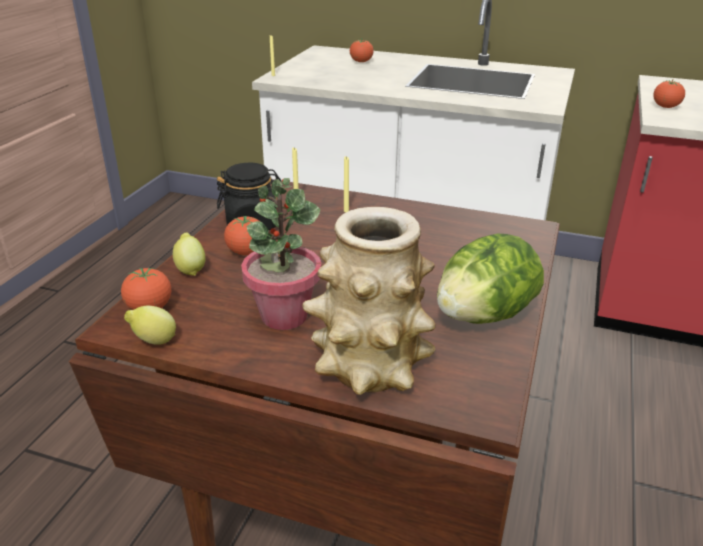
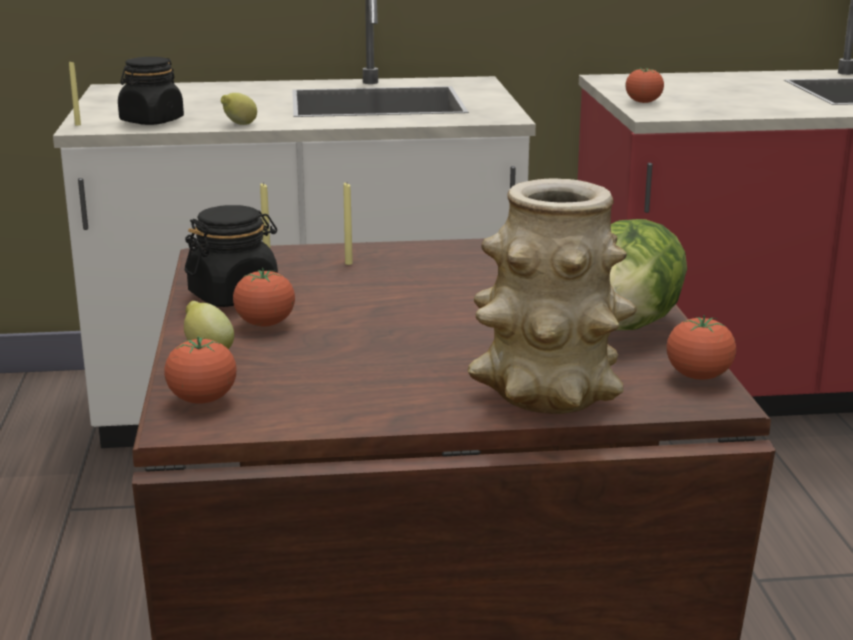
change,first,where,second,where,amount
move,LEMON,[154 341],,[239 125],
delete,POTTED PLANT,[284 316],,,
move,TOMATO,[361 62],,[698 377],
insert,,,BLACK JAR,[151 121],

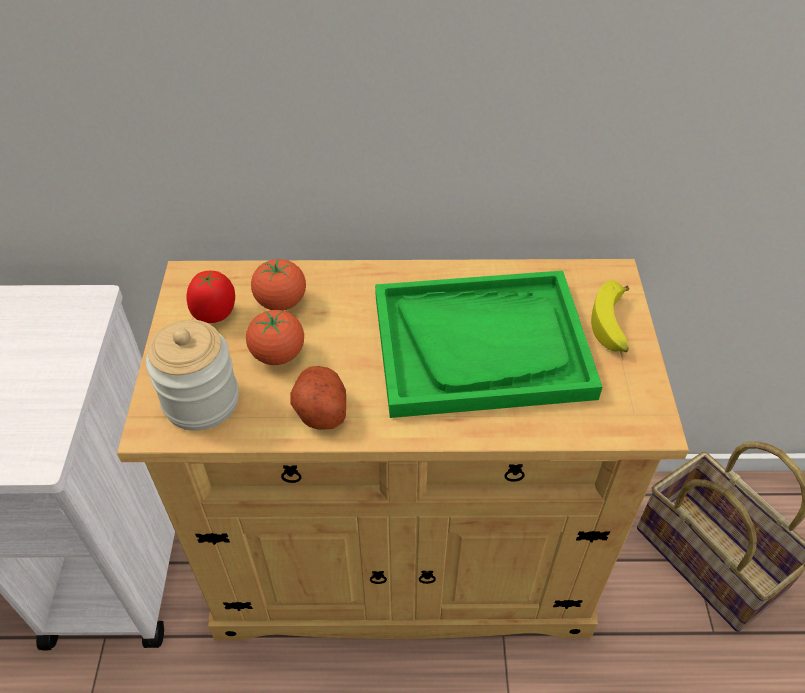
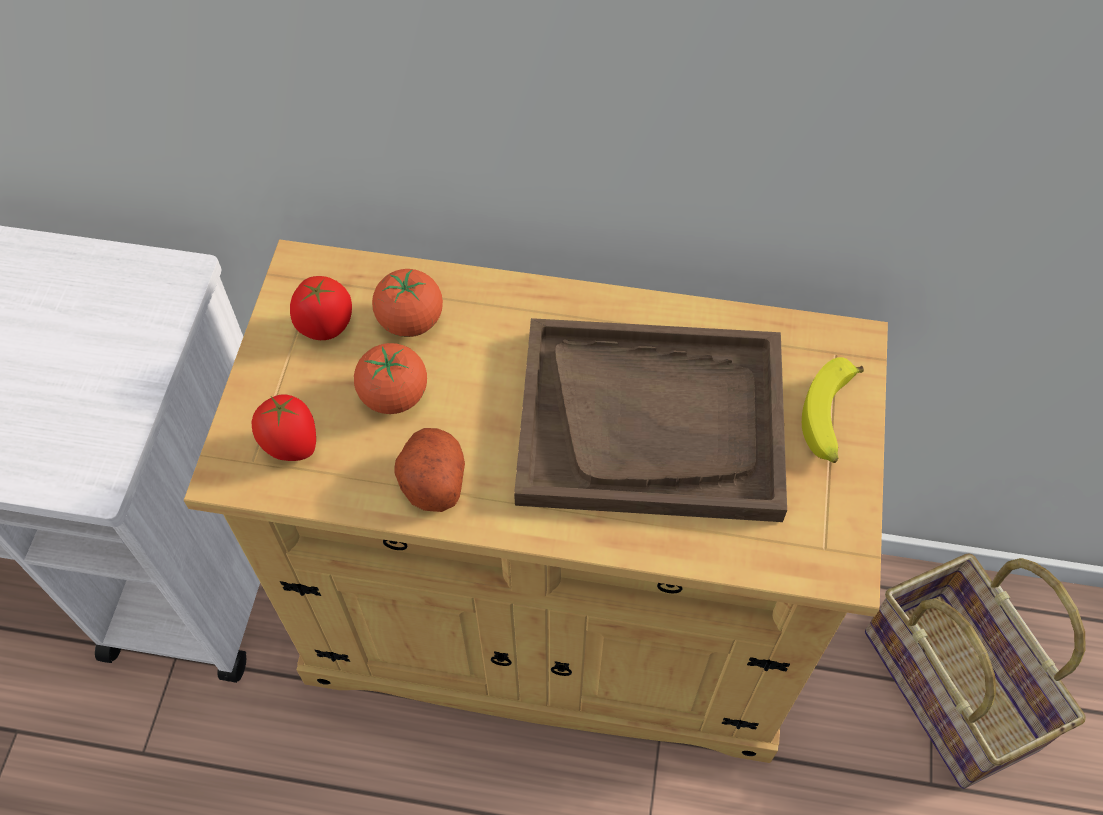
change,first,where,second,where,amount
replace,JAR,[201 401],TOMATO,[291 446],
recolor,GREEN TRAY,[481 345],BROWN TRAY,[652 422],

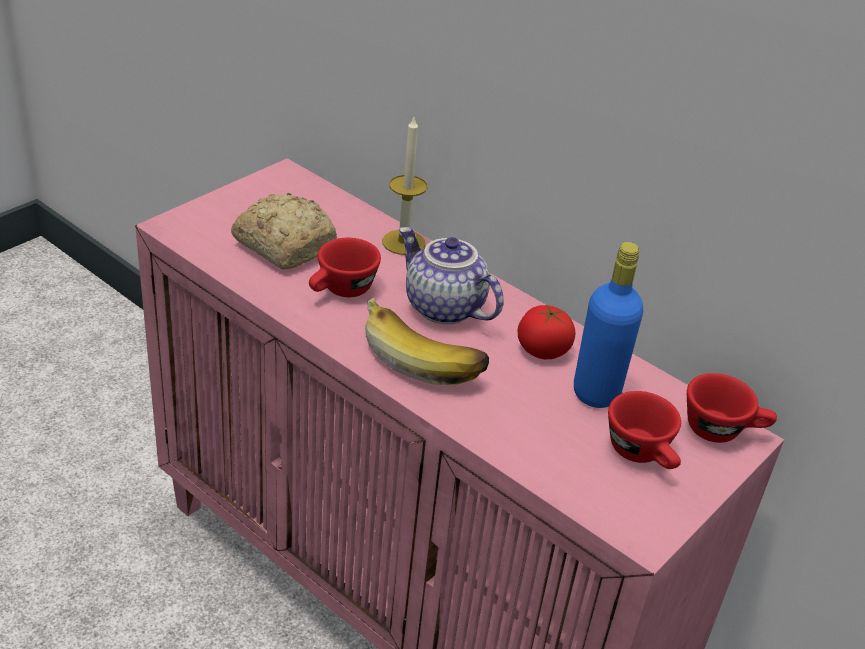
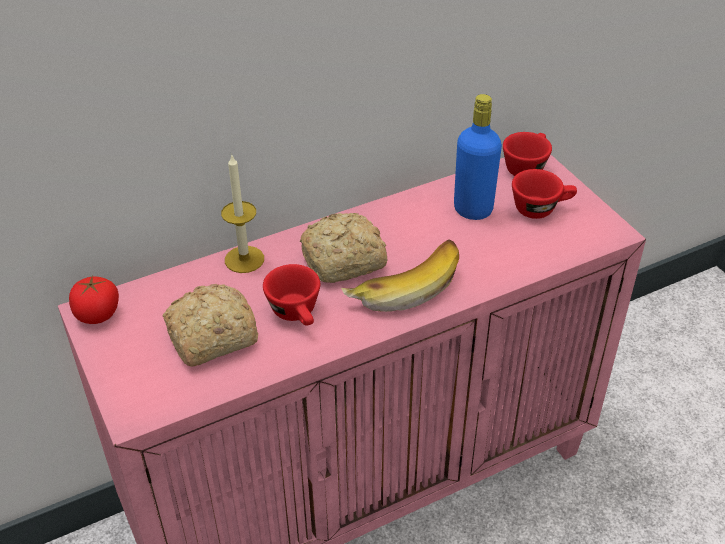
change,first,where,second,where,amount
replace,TEAPOT,[442 308],BREAD,[346 260],
move,TOMATO,[543 350],,[97 314],

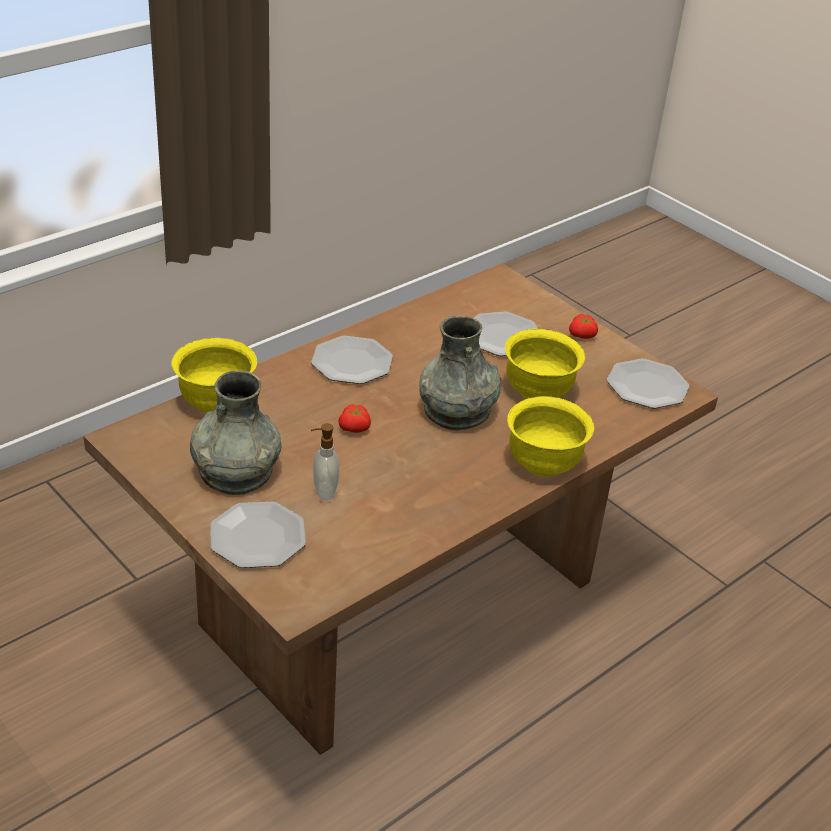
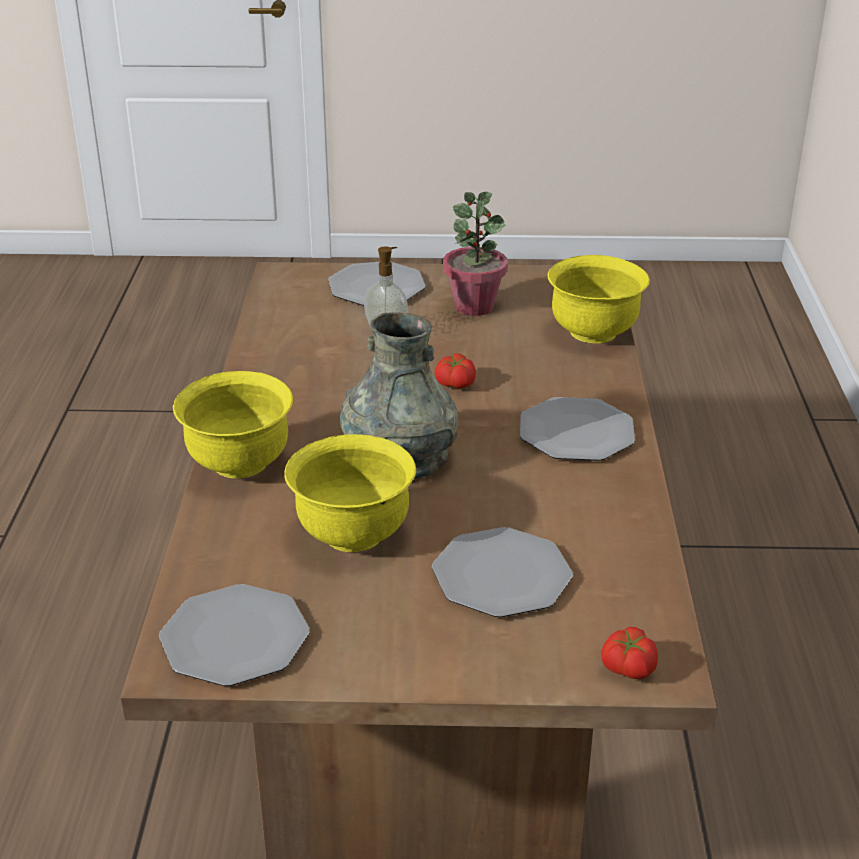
change,first,where,second,where,amount
replace,GREY VASE,[235 470],POTTED PLANT,[474 306],
move,TOMATO,[583 335],,[627 668],

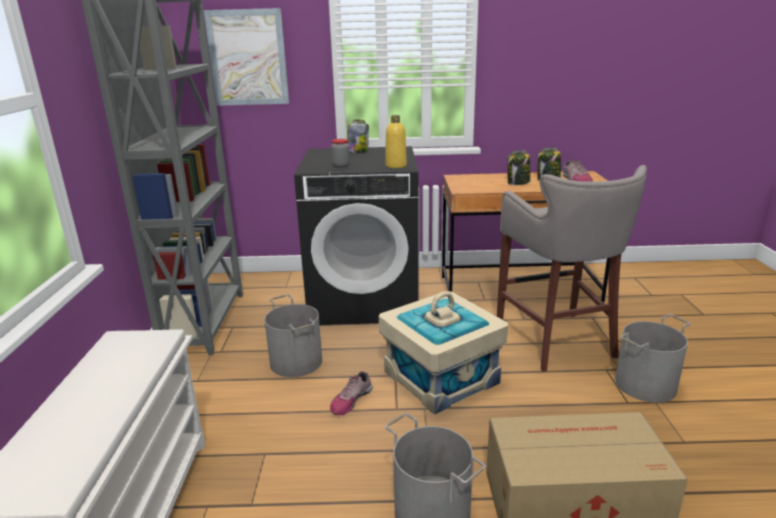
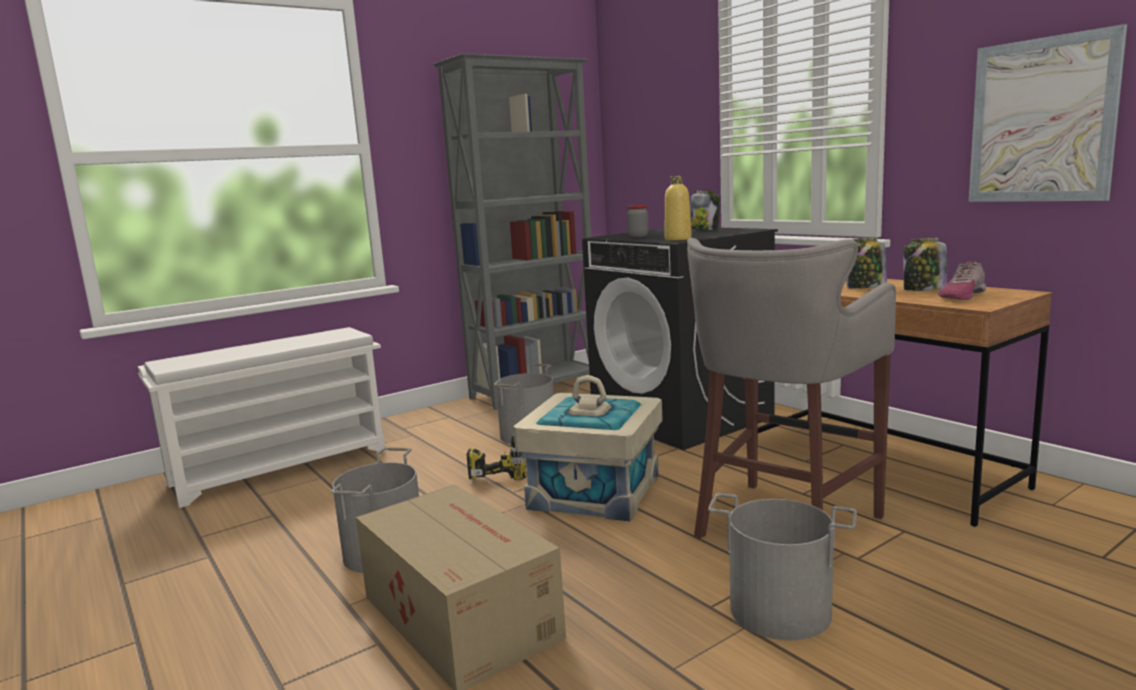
change,first,where,second,where,amount
move,PICTURE,[248 58],,[1042 121],
replace,SHOE,[351 400],POWER DRILL,[501 471],

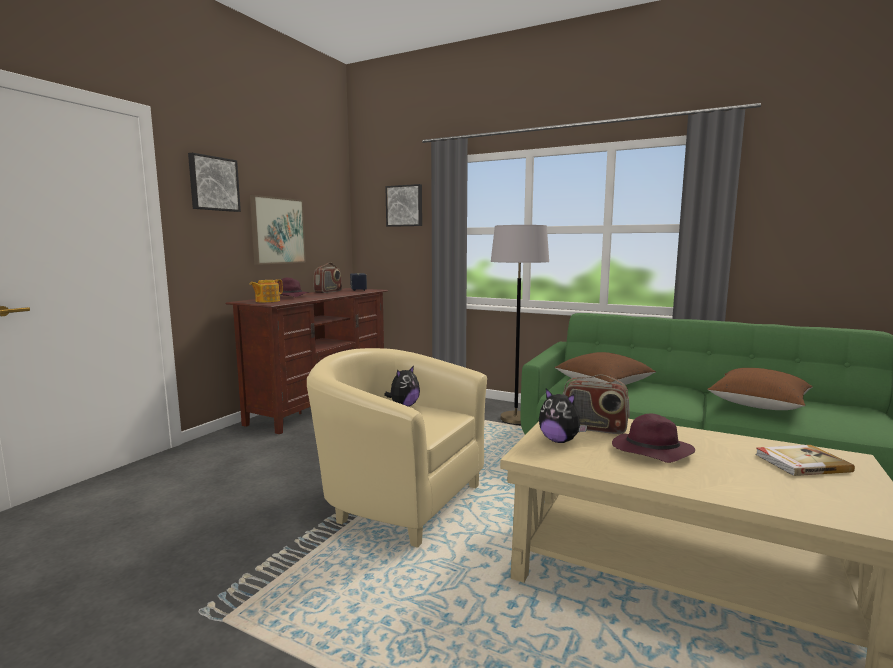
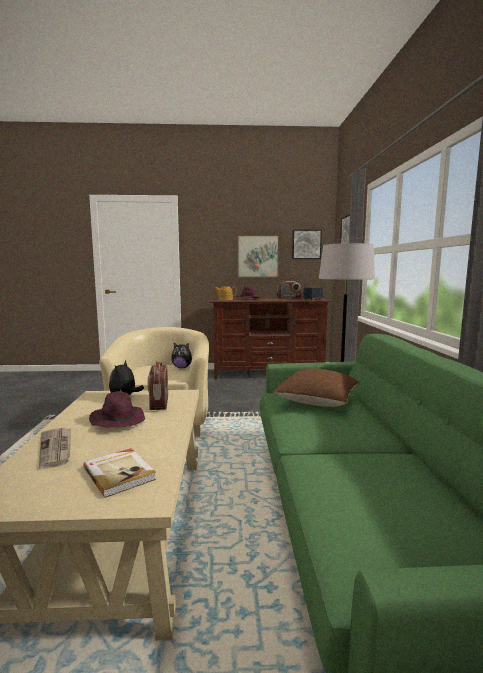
change,first,where,second,where,amount
move,PICTURE,[213 184],,[306 244],
delete,BROWN PILLOW,[758 405],,,
insert,,,NEWSPAPER,[56 448],

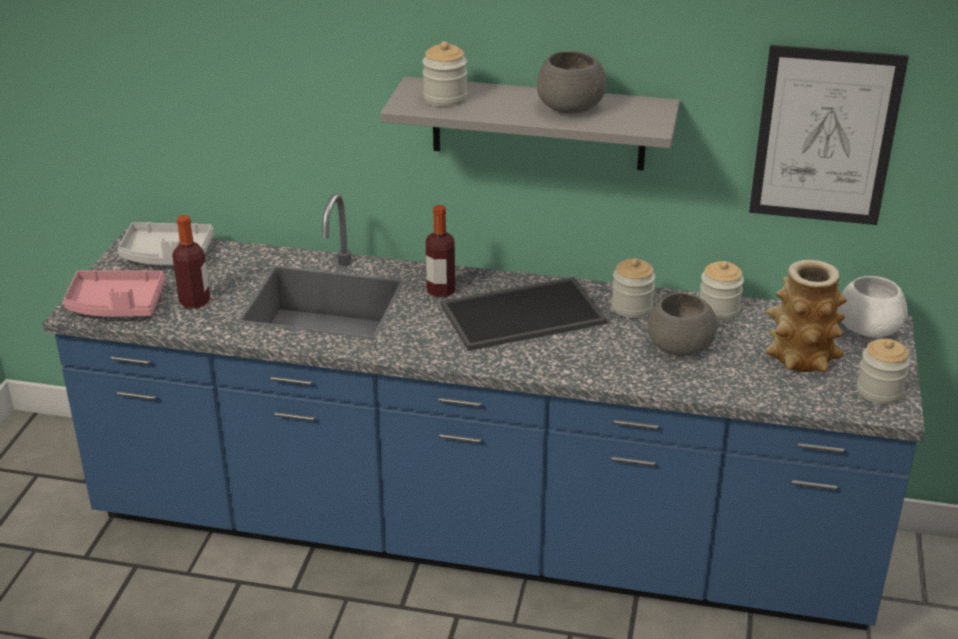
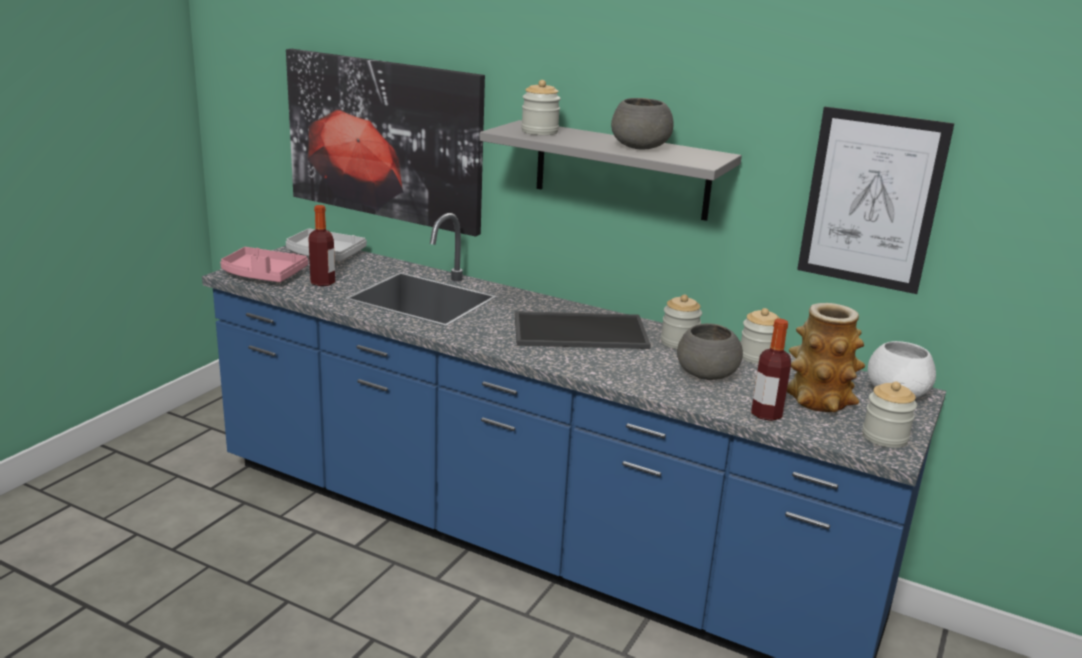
change,first,where,second,where,amount
move,BOTTLE,[441 291],,[766 414],
insert,,,PICTURE,[384 139],

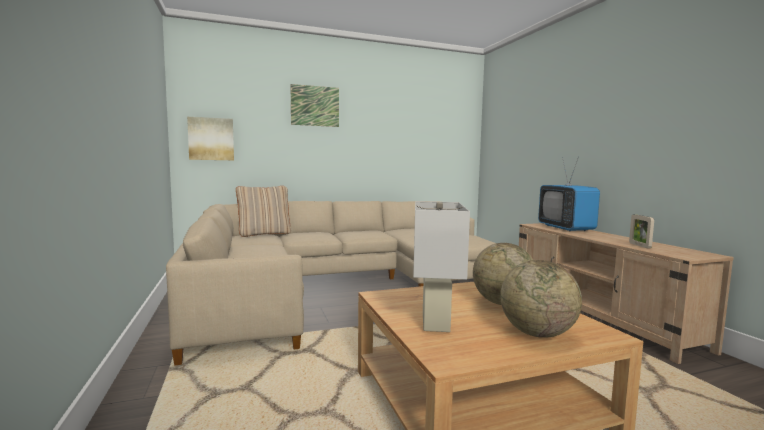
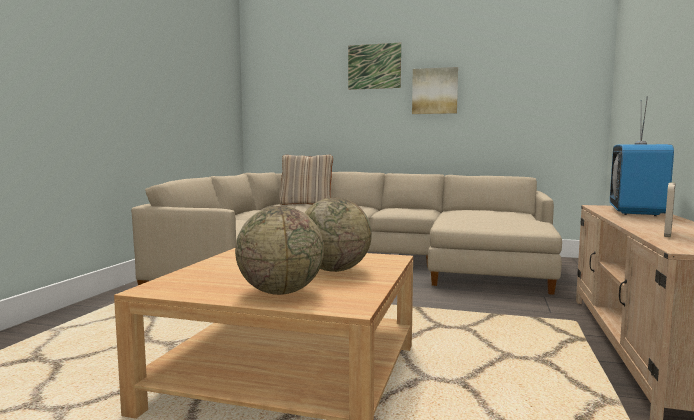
change,first,where,second,where,amount
move,PICTURE,[211 139],,[435 91],
delete,WHITE TABLE LAMP,[435 322],,,

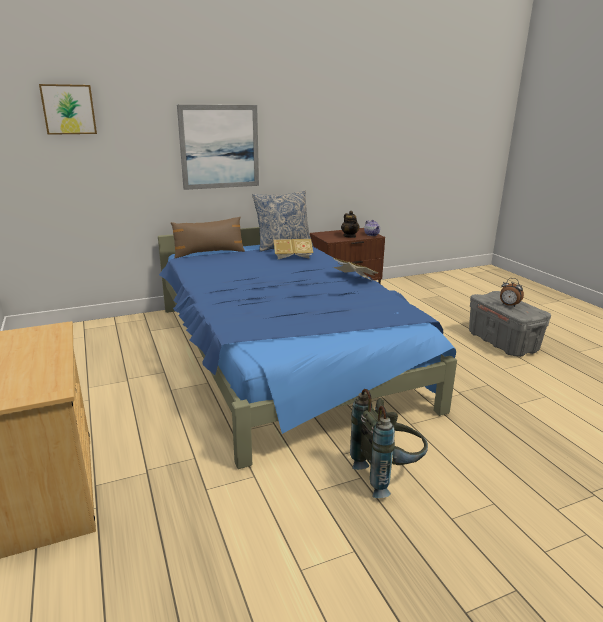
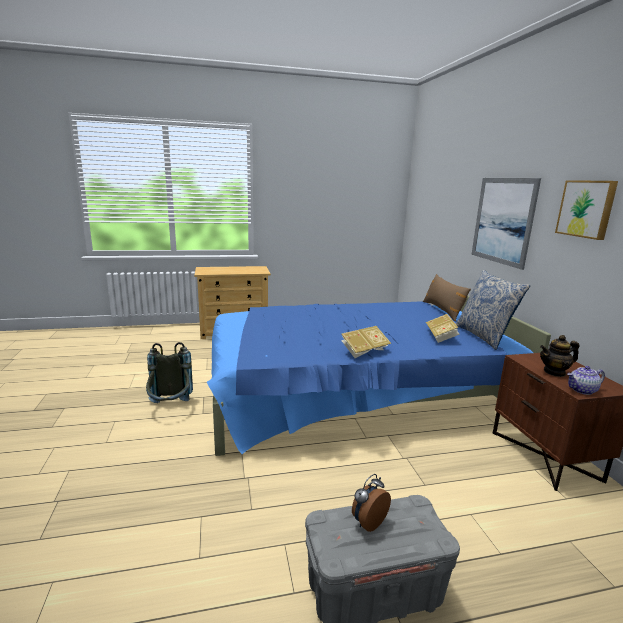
change,first,where,second,where,amount
move,PICTURE,[68 109],,[586 209],

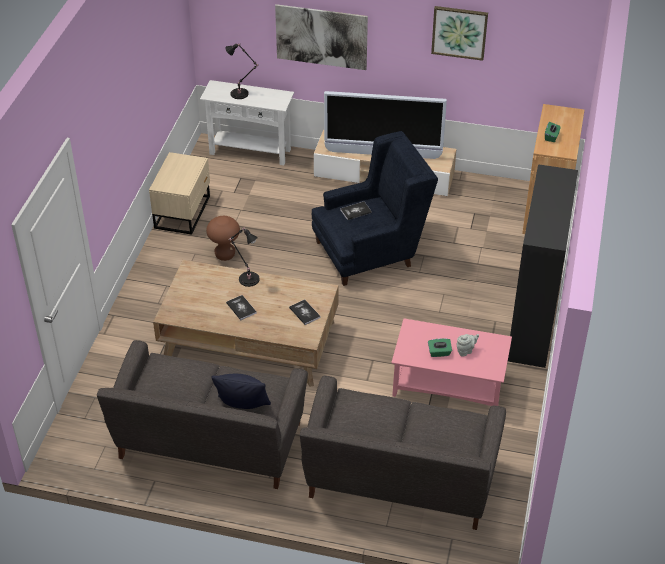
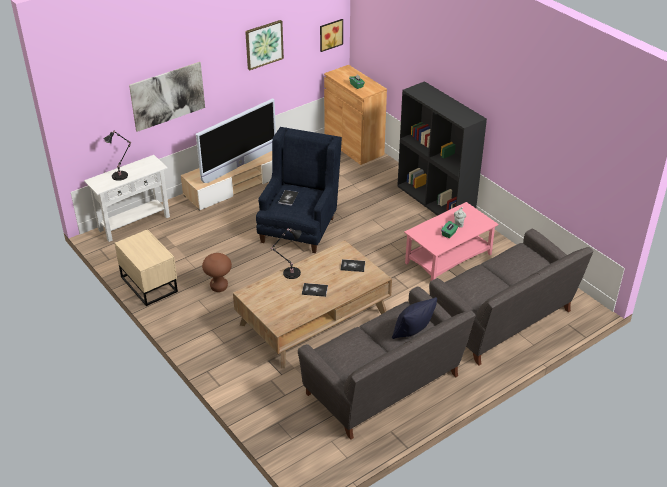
change,first,where,second,where,amount
insert,,,PICTURE,[330 34],

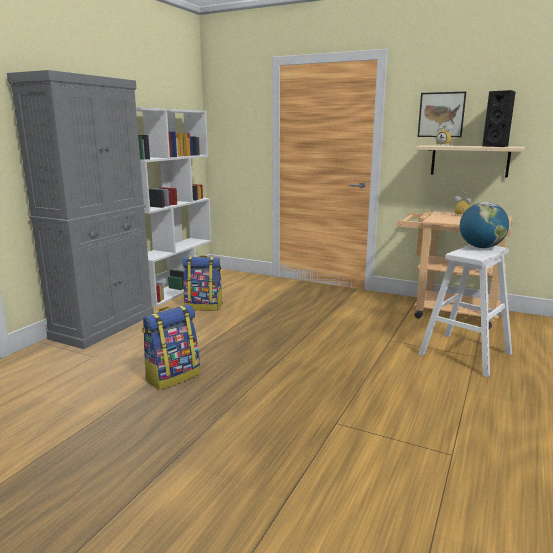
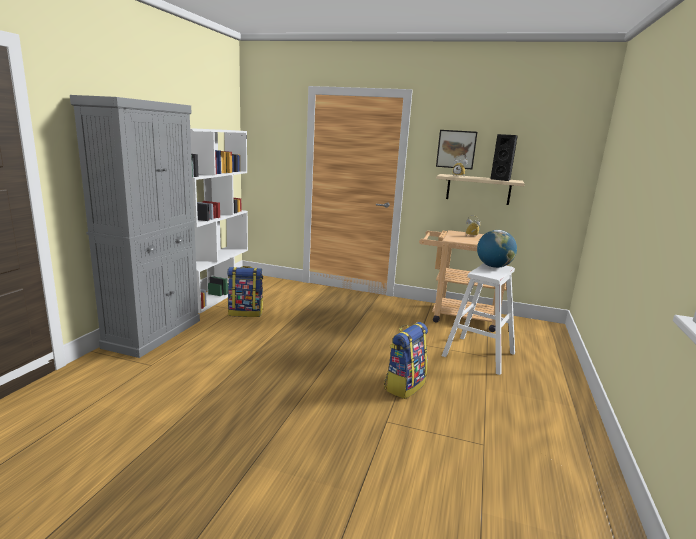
change,first,where,second,where,amount
move,BACKPACK,[173 377],,[404 385],

